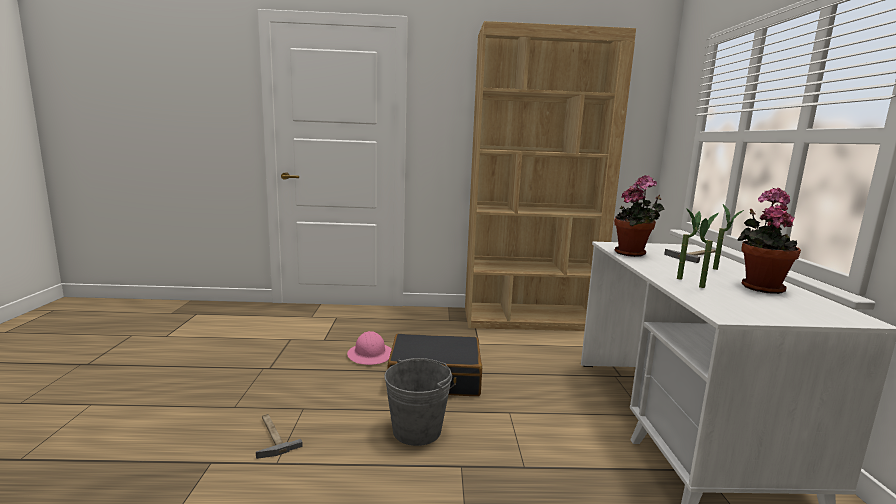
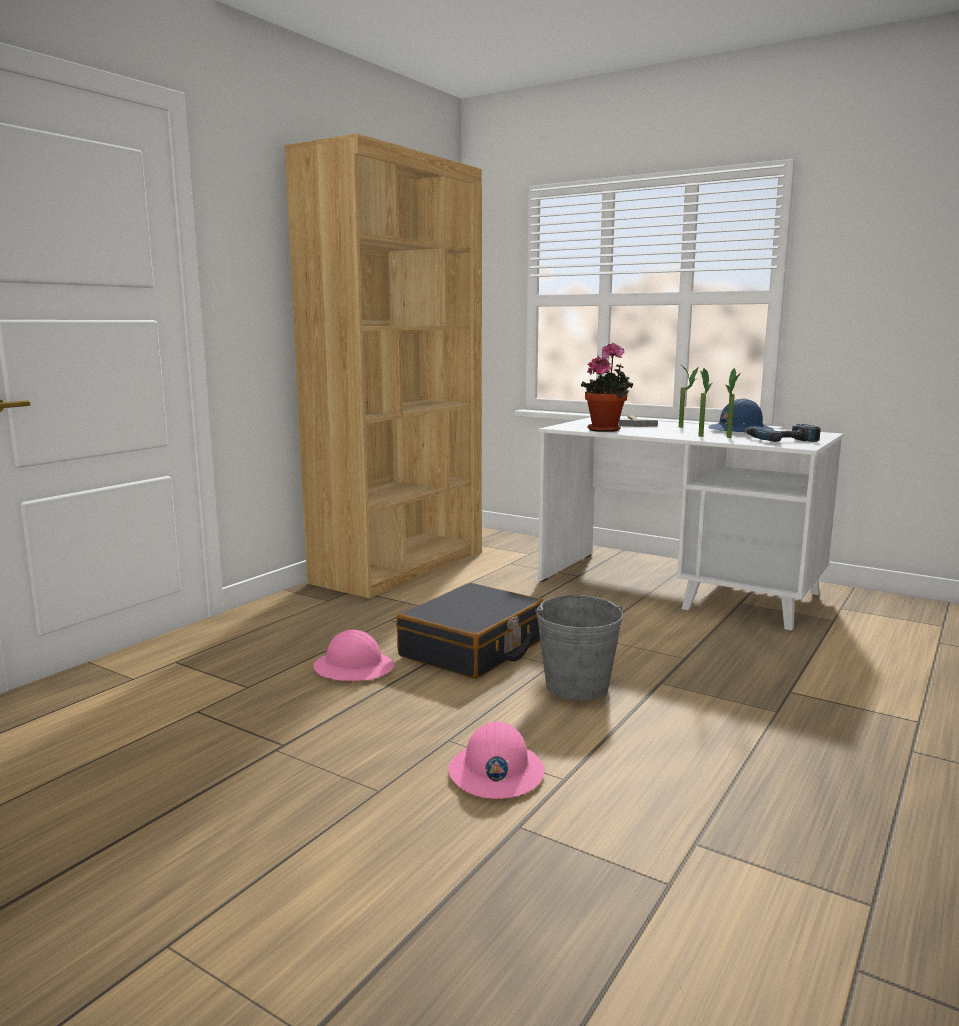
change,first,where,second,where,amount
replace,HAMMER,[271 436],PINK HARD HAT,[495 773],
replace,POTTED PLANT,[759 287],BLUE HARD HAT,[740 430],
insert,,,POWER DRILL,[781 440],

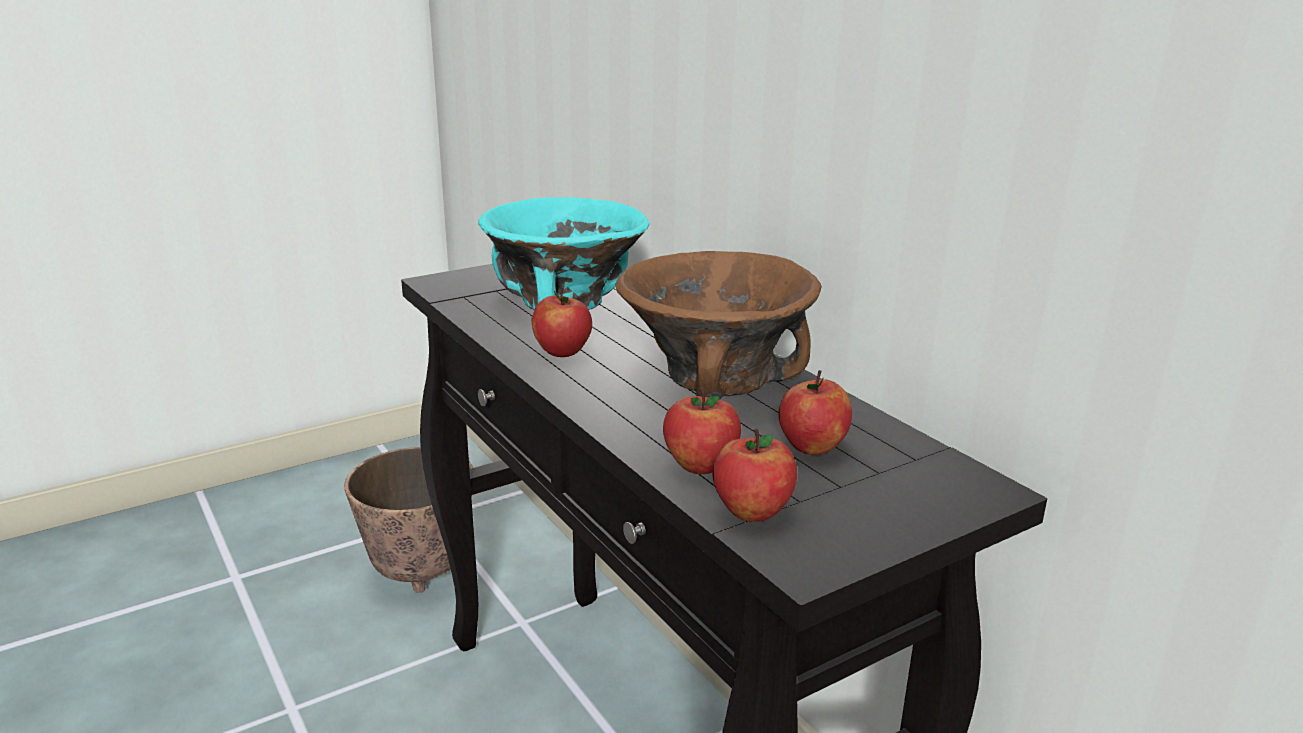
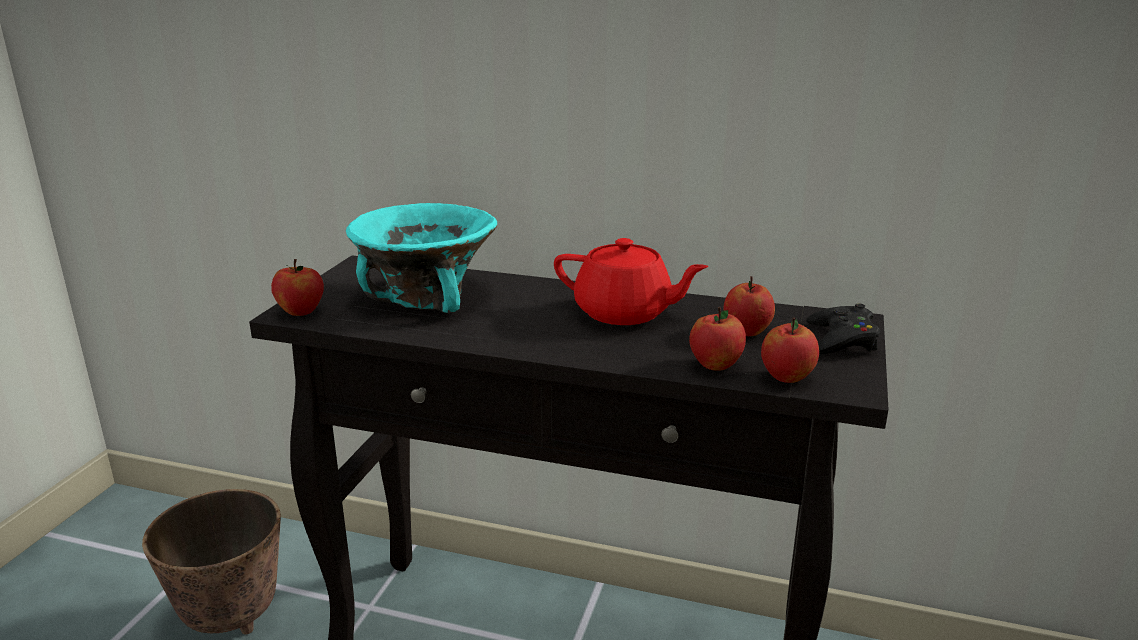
change,first,where,second,where,amount
move,APPLE,[562 352],,[301 312],
replace,BROWN BOWL,[716 379],RED TEAPOT,[625 313],
insert,,,BLACK GAME CONTROLLER,[841 339],

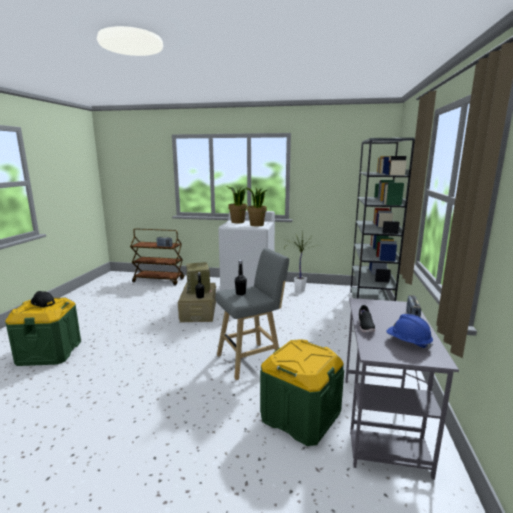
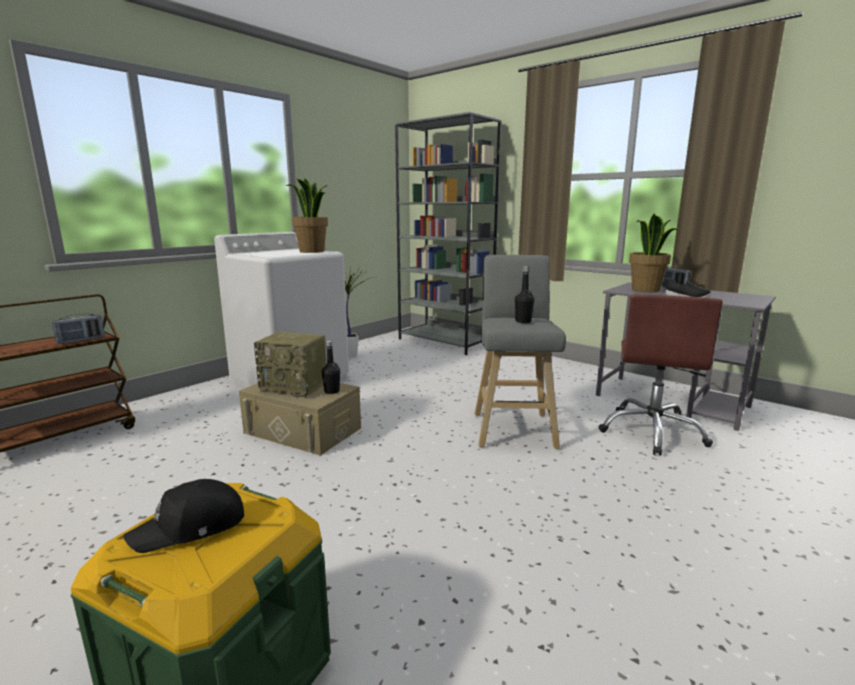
change,first,where,second,where,amount
move,POTTED PLANT,[237 222],,[646 290],
replace,GREEN STORAGE BOX,[300 416],BROWN OFFICE CHAIR,[652 432],
delete,BLUE HARD HAT,[408 342],,,

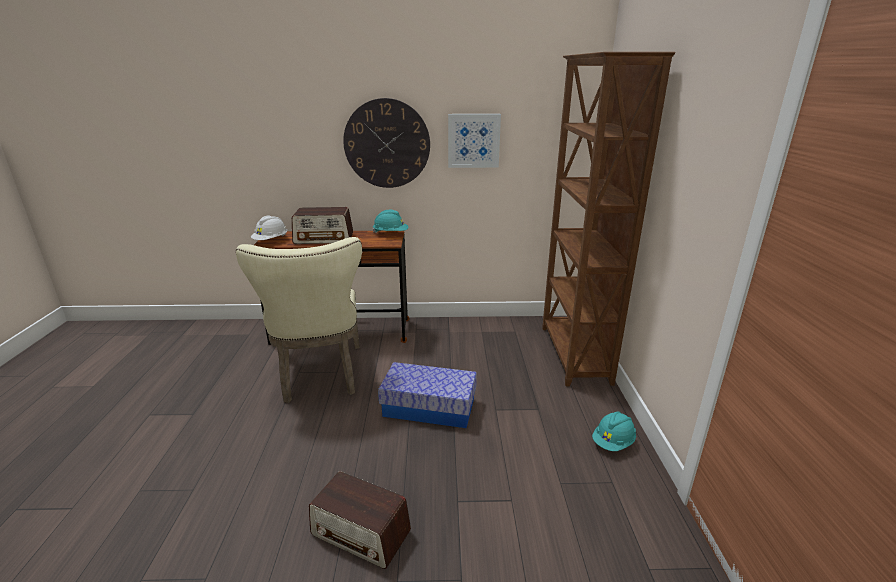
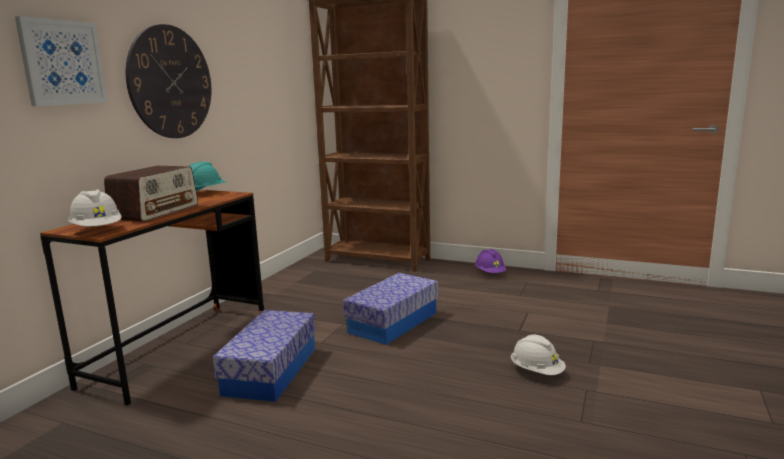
change,first,where,second,where,amount
replace,BEIGE CHAIR,[320 376],STORAGE BOX,[271 371],
replace,RADIO,[361 533],WHITE HARD HAT,[536 371],
move,PICTURE,[473 140],,[62 63],
recolor,TURQUOISE HARD HAT,[613 442],PURPLE HARD HAT,[490 273],

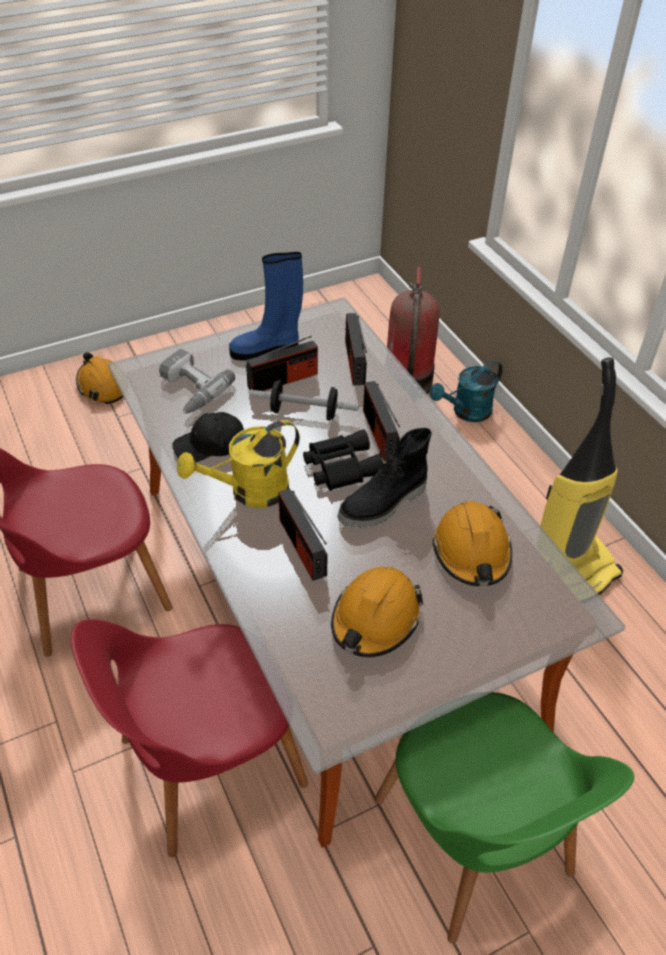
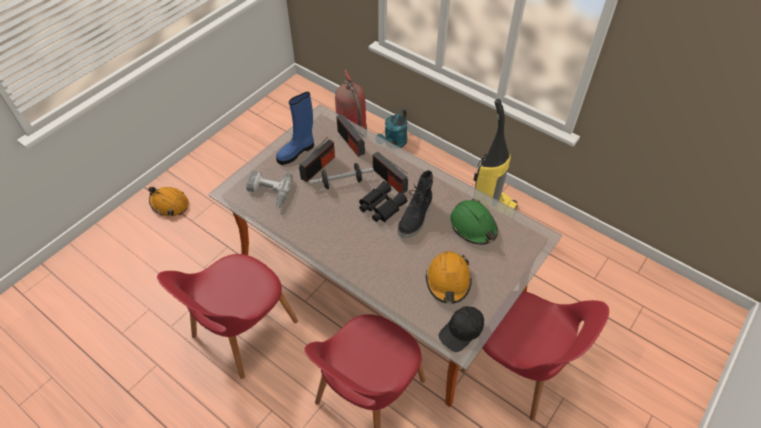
change,first,where,second,where,amount
move,BLACK CAP,[210 445],,[462 331],
delete,YELLOW WATERING CAN,[249 492],,,
delete,RADIO,[302 547],,,
recolor,GREEN CHAIR,[474 842],RED CHAIR,[518 369],
recolor,ORANGE HARD HAT,[472 552],GREEN HARD HAT,[473 226],

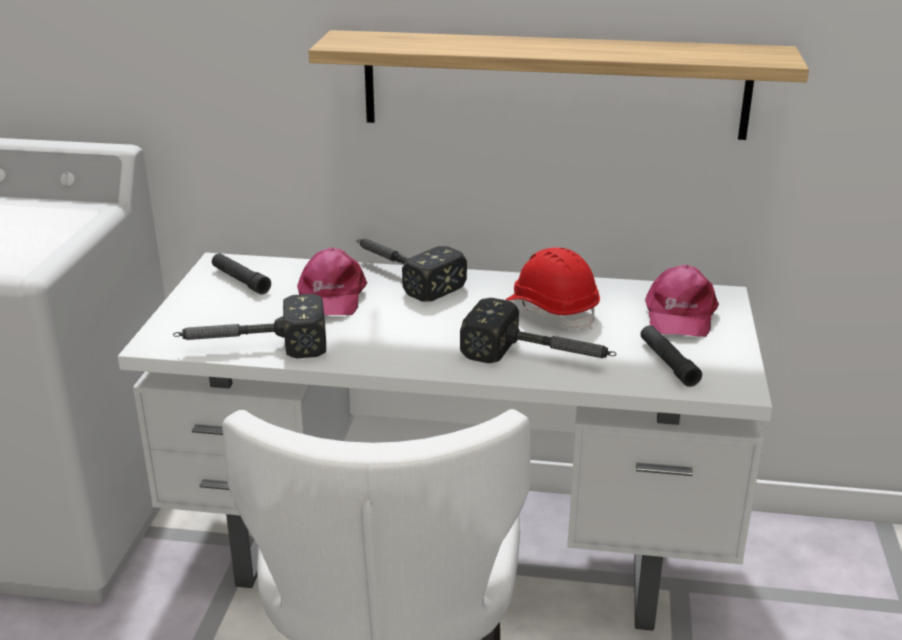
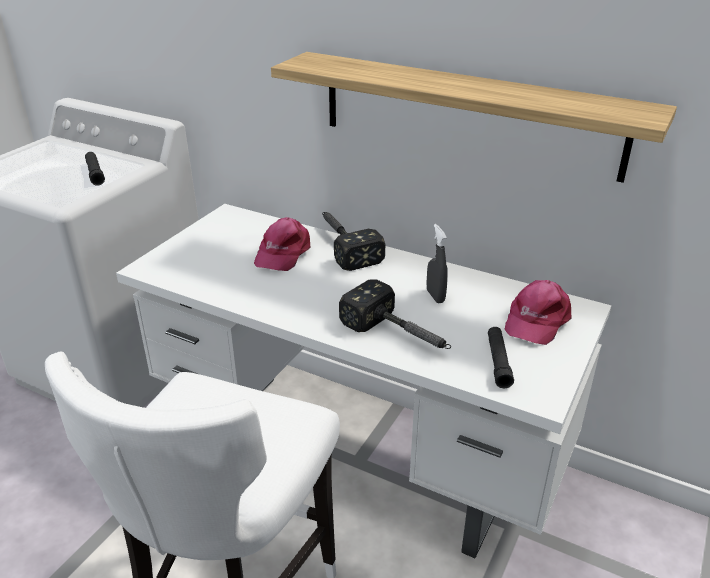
change,first,where,second,where,amount
delete,HAMMER,[251 346],,,
move,BLACK FLASHLIGHT,[240 280],,[95 173],
replace,RED HARD HAT,[552 311],GREY SPRAY BOTTLE,[435 296],

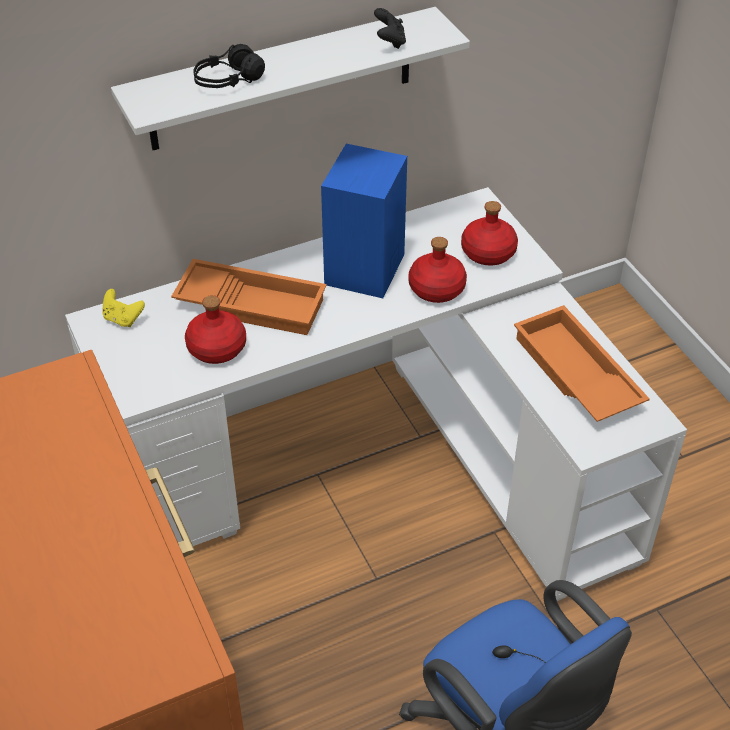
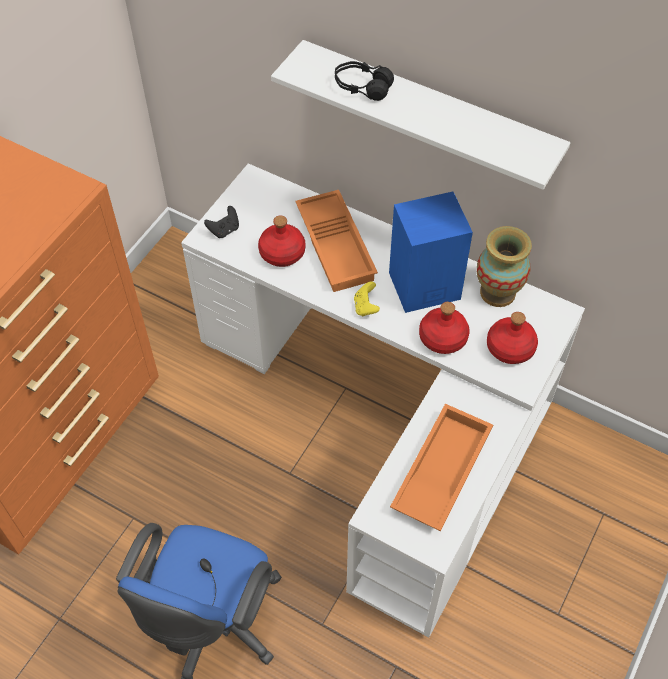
change,first,where,second,where,amount
move,YELLOW GAME CONTROLLER,[123 319],,[366 307],
move,BLACK GAME CONTROLLER,[390 42],,[224 230],
insert,,,VASE,[498 293],

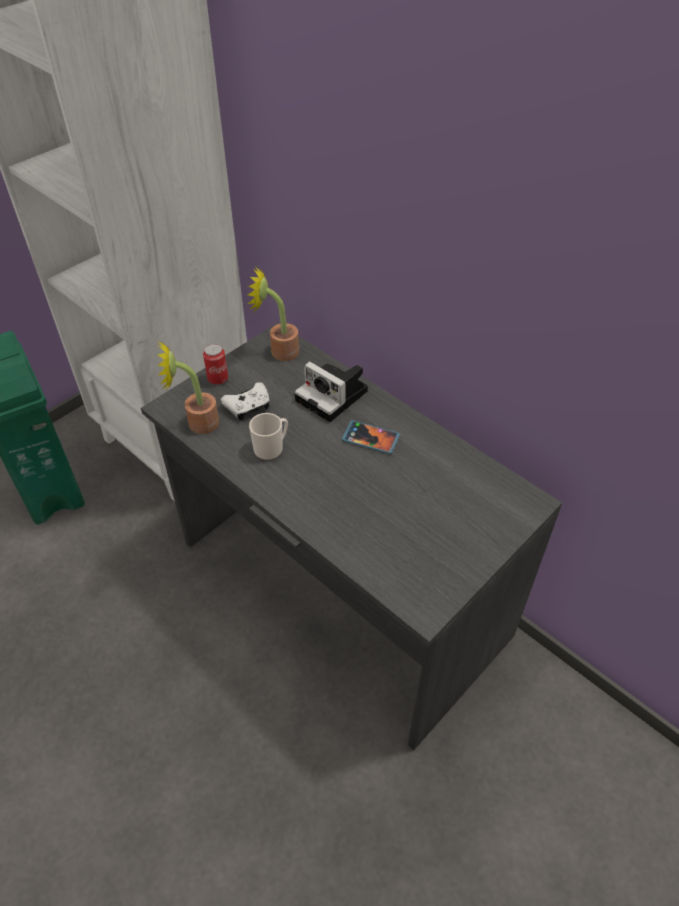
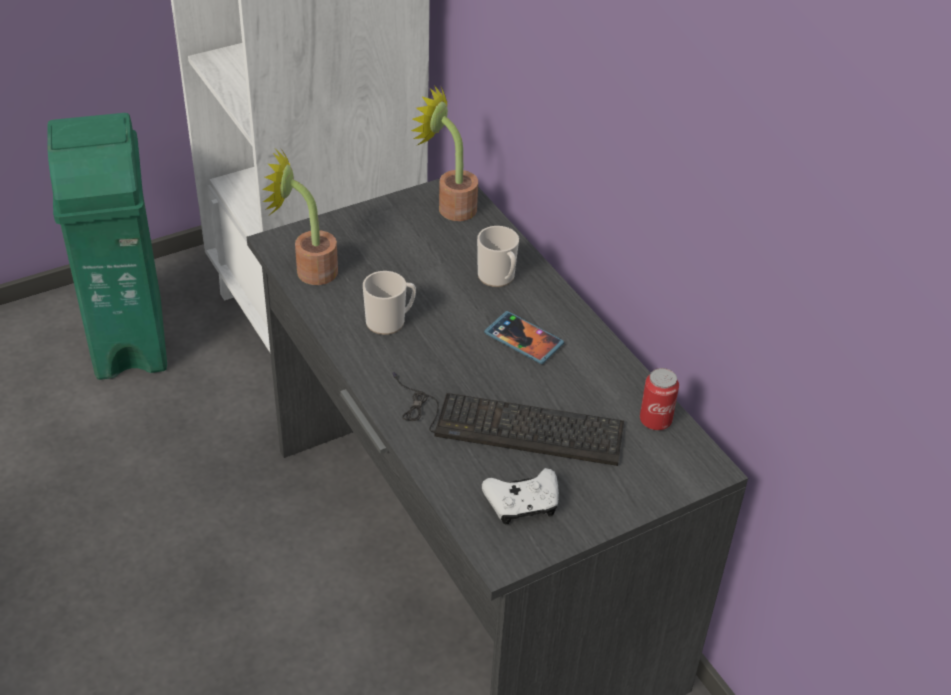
change,first,where,second,where,amount
move,CAN,[218 379],,[655 420],
move,WHITE GAME CONTROLLER,[248 407],,[522 504],
replace,PHOTO CAMERA,[334 396],MUG,[498 278],
insert,,,KEYBOARD,[506 423],

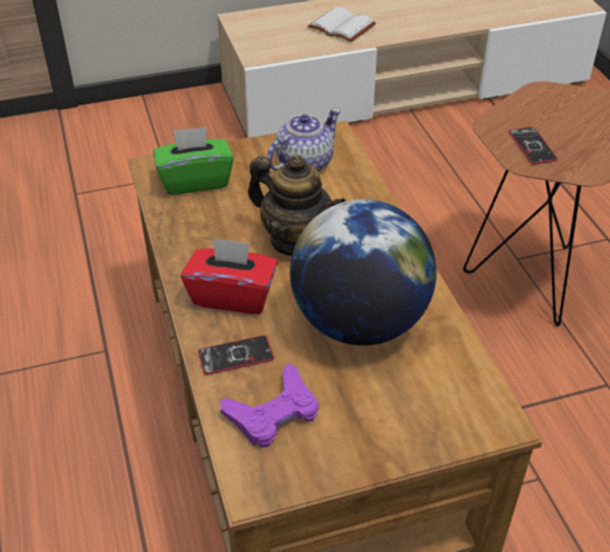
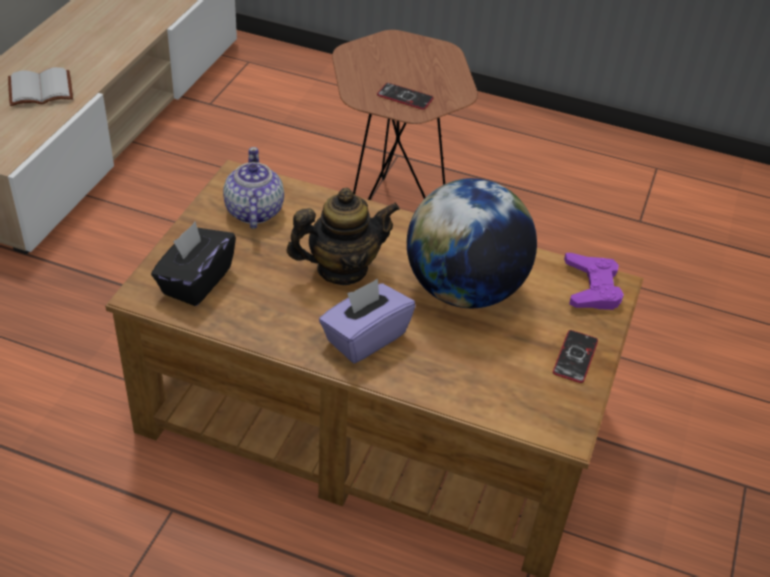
change,first,where,second,where,amount
recolor,GREEN TISSUE BOX,[195 180],BLACK TISSUE BOX,[196 281],
recolor,RED TISSUE BOX,[232 295],PURPLE TISSUE BOX,[365 337],
move,PHONE,[236 356],,[575 357],
move,PURPLE GAME CONTROLLER,[273 413],,[591 287],

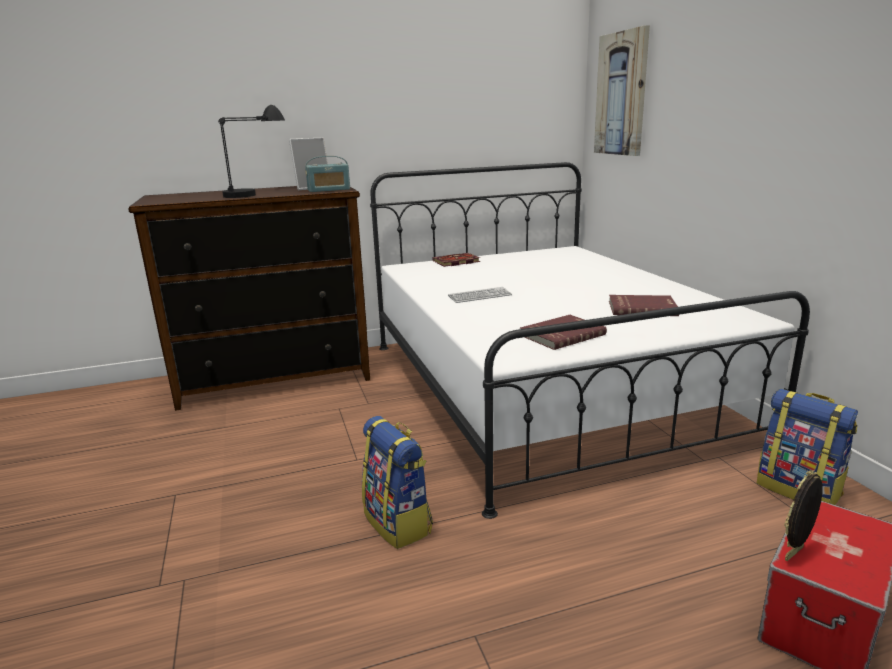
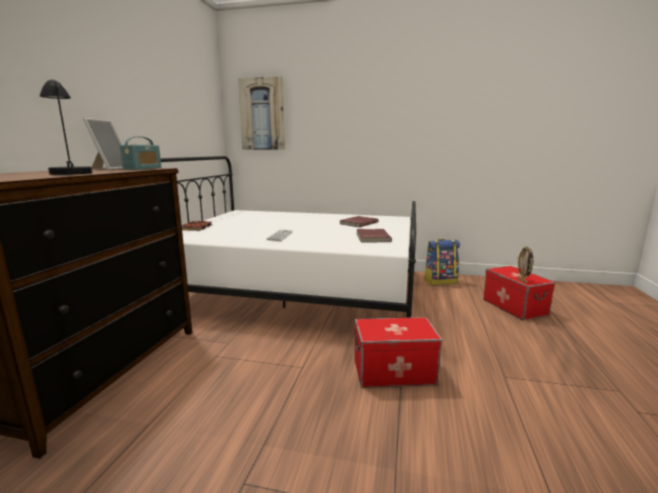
change,first,where,second,where,amount
replace,BACKPACK,[399 523],STORAGE BOX,[394 371],

